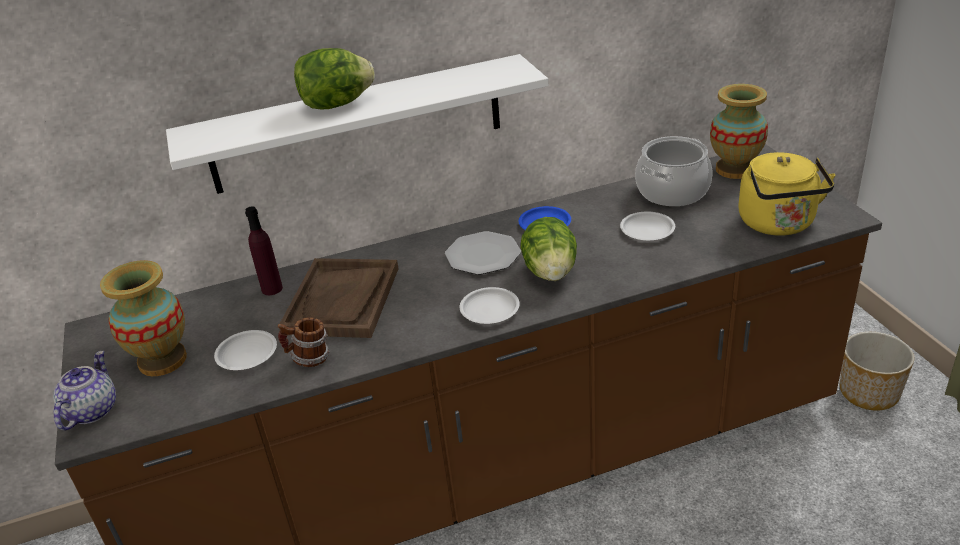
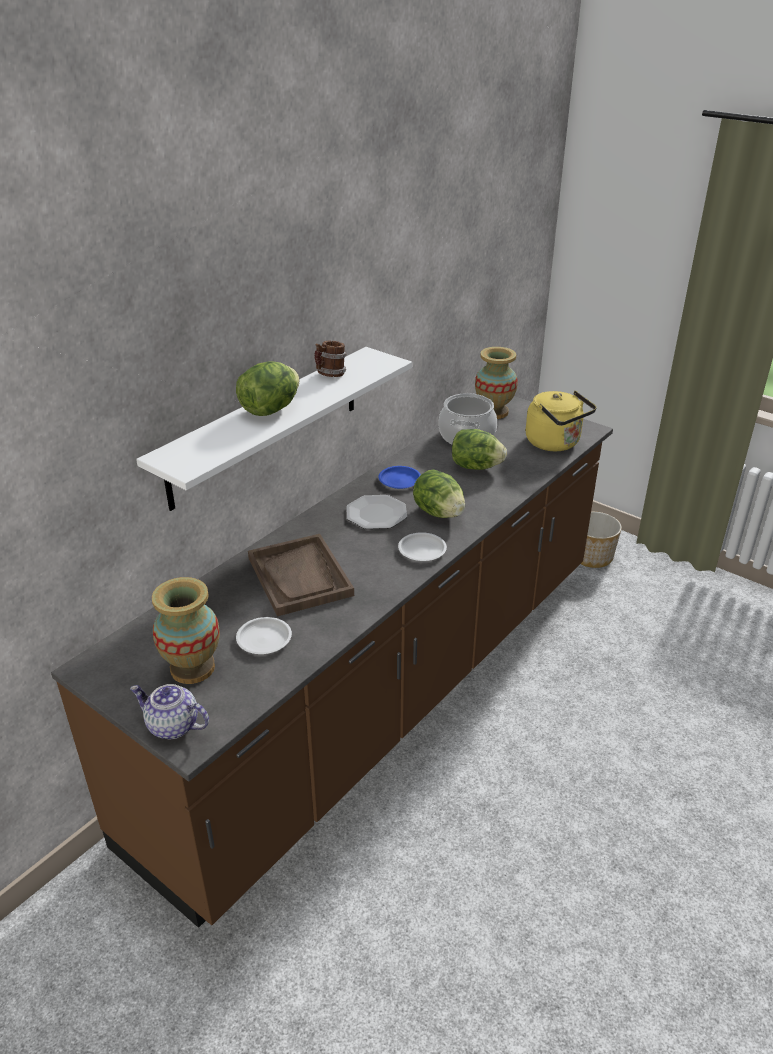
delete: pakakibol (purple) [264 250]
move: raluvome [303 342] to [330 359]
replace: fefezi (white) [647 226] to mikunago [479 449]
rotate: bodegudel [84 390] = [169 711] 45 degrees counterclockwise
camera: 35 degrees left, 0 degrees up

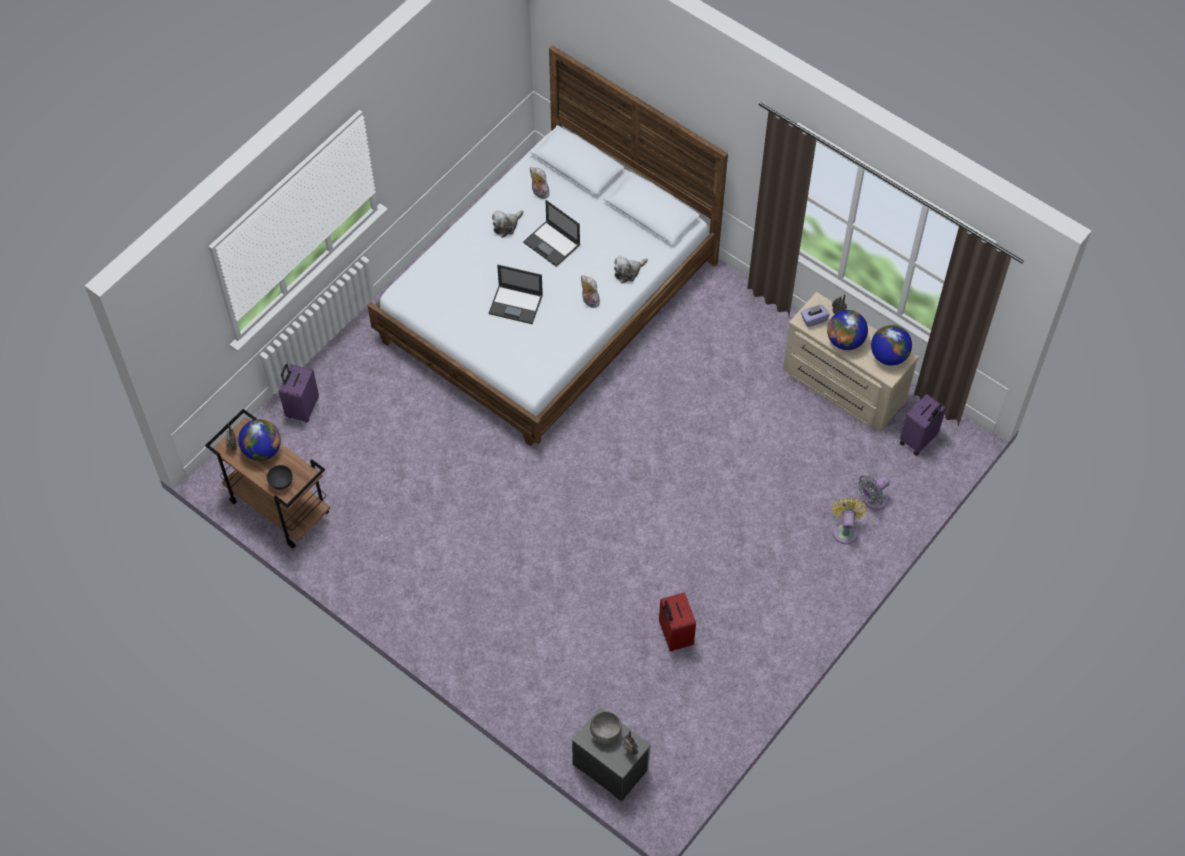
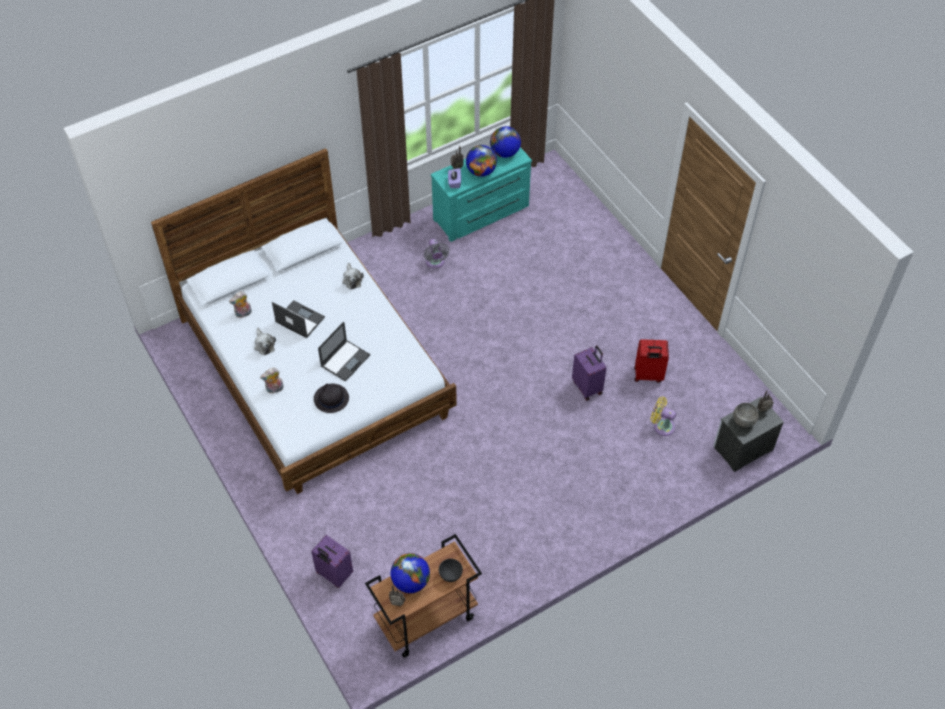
insert: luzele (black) [331 398]
move: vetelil [590 291] to [272 381]; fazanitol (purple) [923 425] to [589 373]; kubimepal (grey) [874 492] to [437 253]; kubimepal (yellow) [849 521] to [663 416]
recolor: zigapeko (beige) [851 362] to zigapeko (turquoise) [481 194]
rotate: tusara [551 233] = [298 319] 120 degrees counterclockwise
camera: 70 degrees left, 5 degrees down

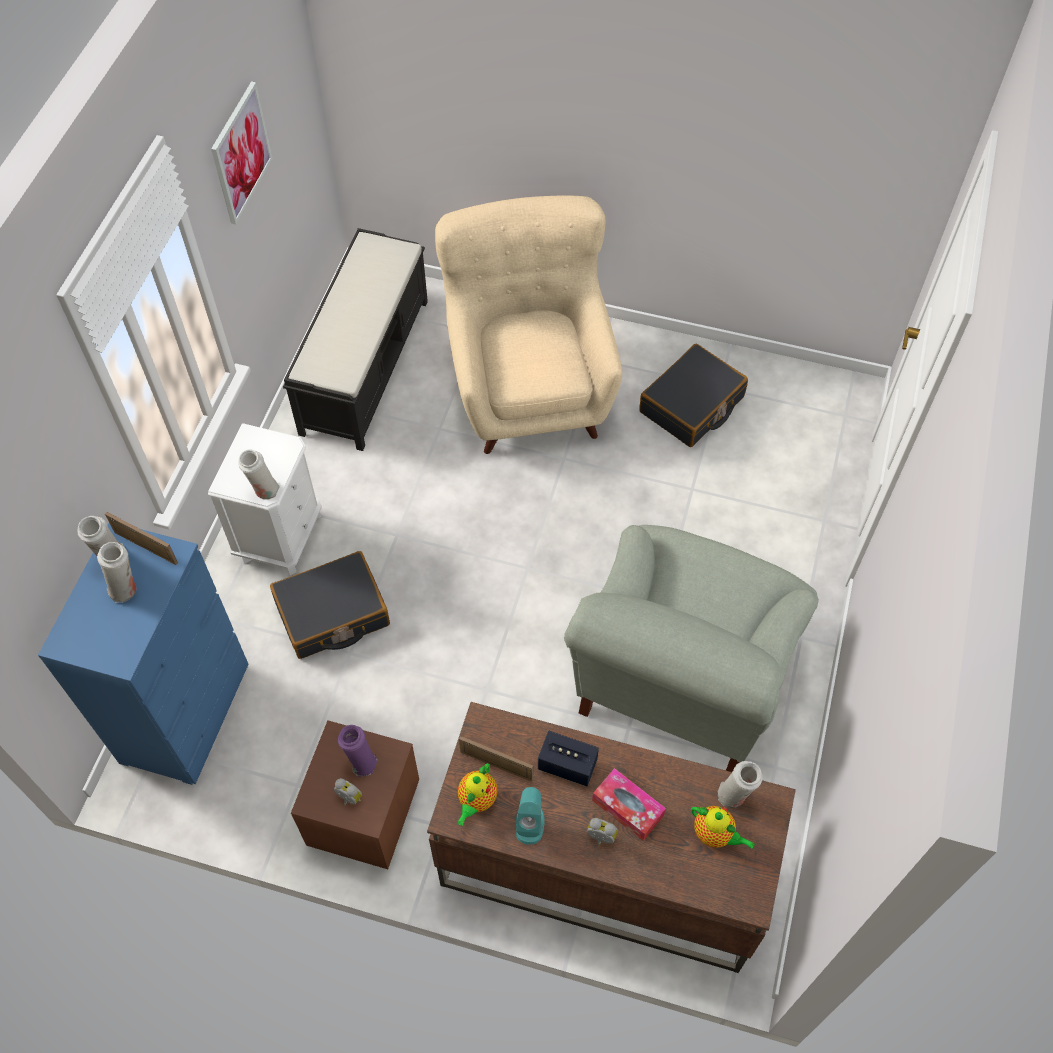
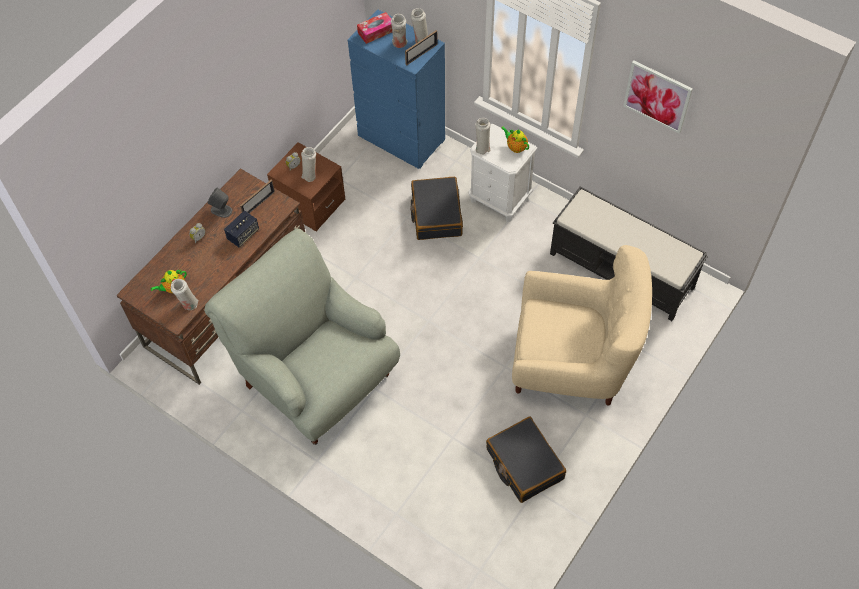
move: bodegudel [477 794] to [515 139]; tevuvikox [629 804] to [374 28]
recolor: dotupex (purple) [357 751] to dotupex (white) [308 164]; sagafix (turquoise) [530 816] to sagafix (grey) [219 202]
camera: 110 degrees right, 0 degrees up

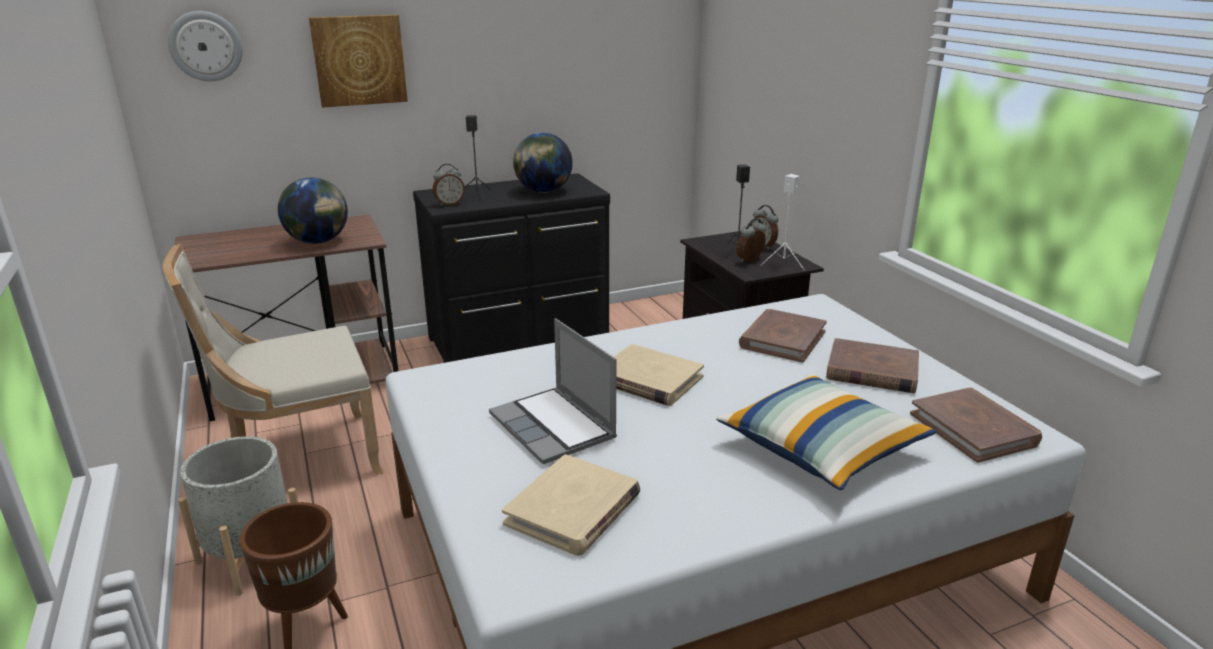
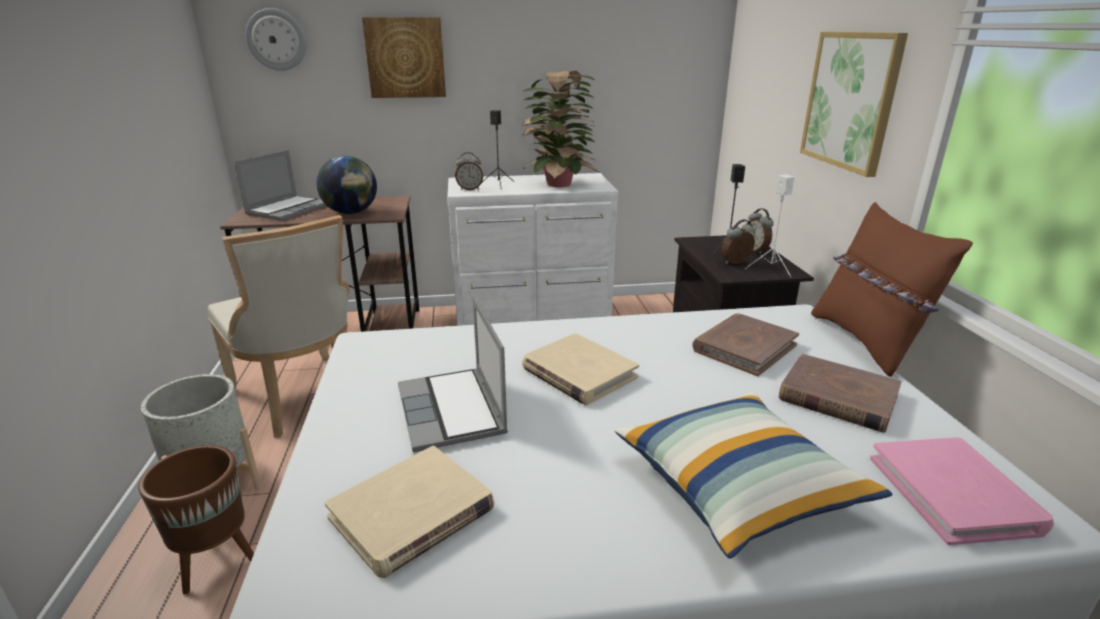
insert: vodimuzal [854 104]; tusara [280 185]; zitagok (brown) [892 289]
replace: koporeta [543 163] to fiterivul [560 129]
recolor: zigapeko (black) [511 268] to zigapeko (white) [532 249]; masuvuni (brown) [976 425] to masuvuni (pink) [962 491]
rotate: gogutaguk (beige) [273 359] = [279 326] 120 degrees counterclockwise
camera: 15 degrees right, 0 degrees up

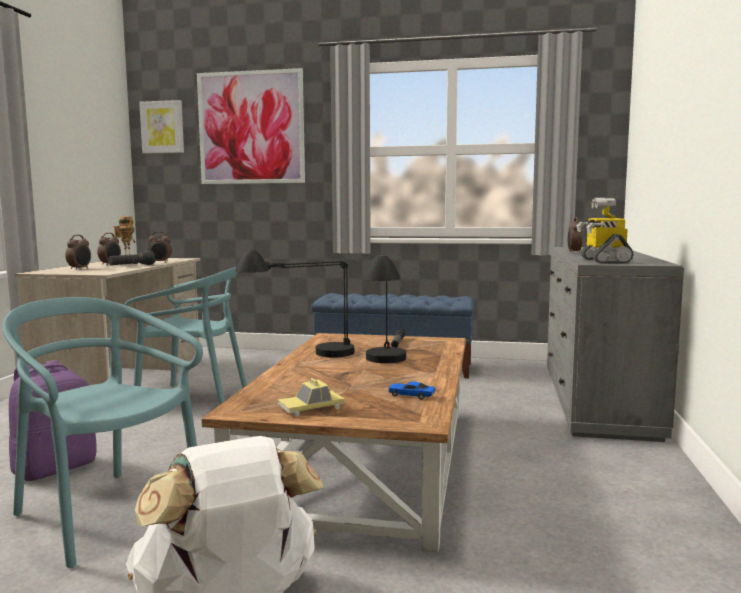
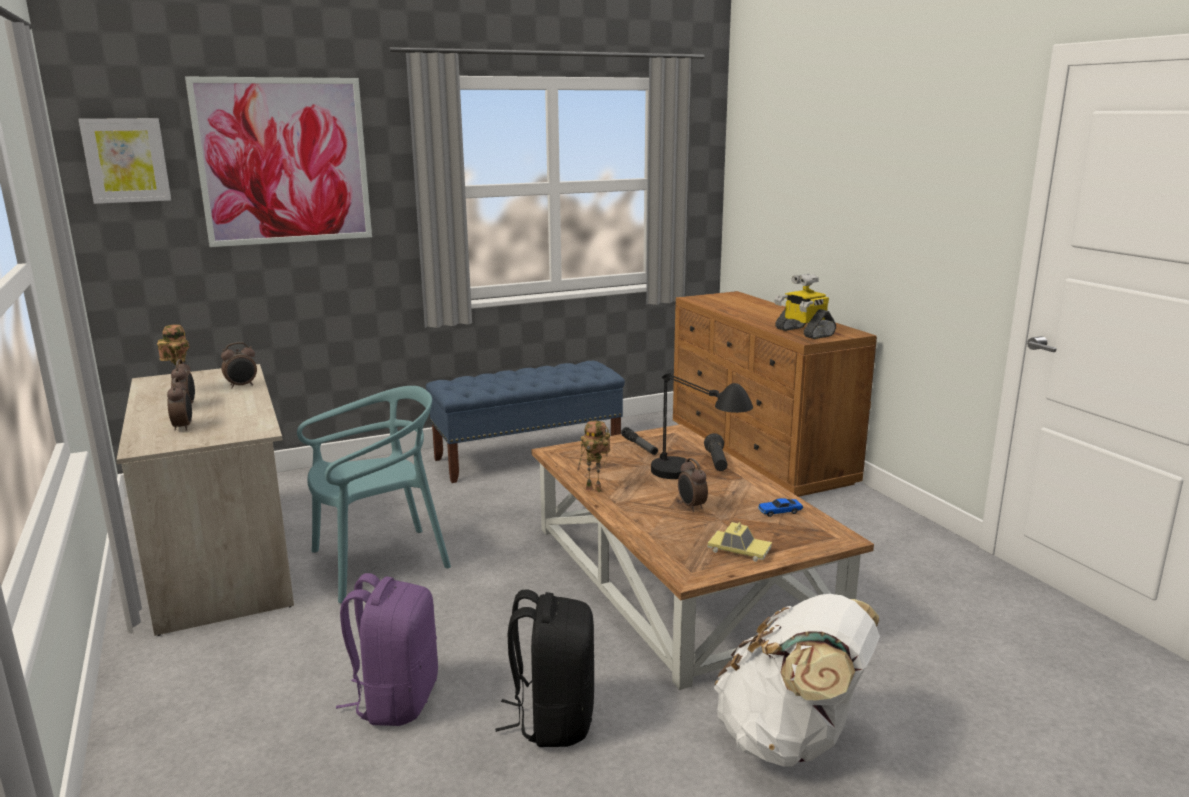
move: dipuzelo [575 235] to [693 485]; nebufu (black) [131 257] to [715 452]
replace: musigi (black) [294 303] to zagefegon [593 456]; gogutaguk (turquoise) [103 432] to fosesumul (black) [544 668]
recolor: zigapeko (grey) [615 344] to zigapeko (brown) [775 394]
rotate: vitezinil [311 397] = [739 542] 90 degrees counterclockwise
camera: 35 degrees left, 10 degrees up

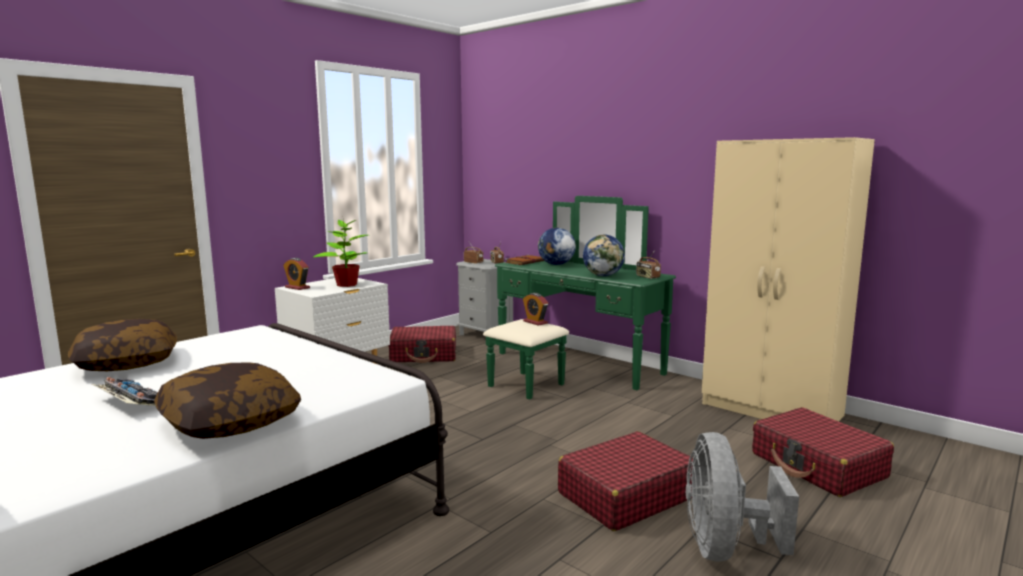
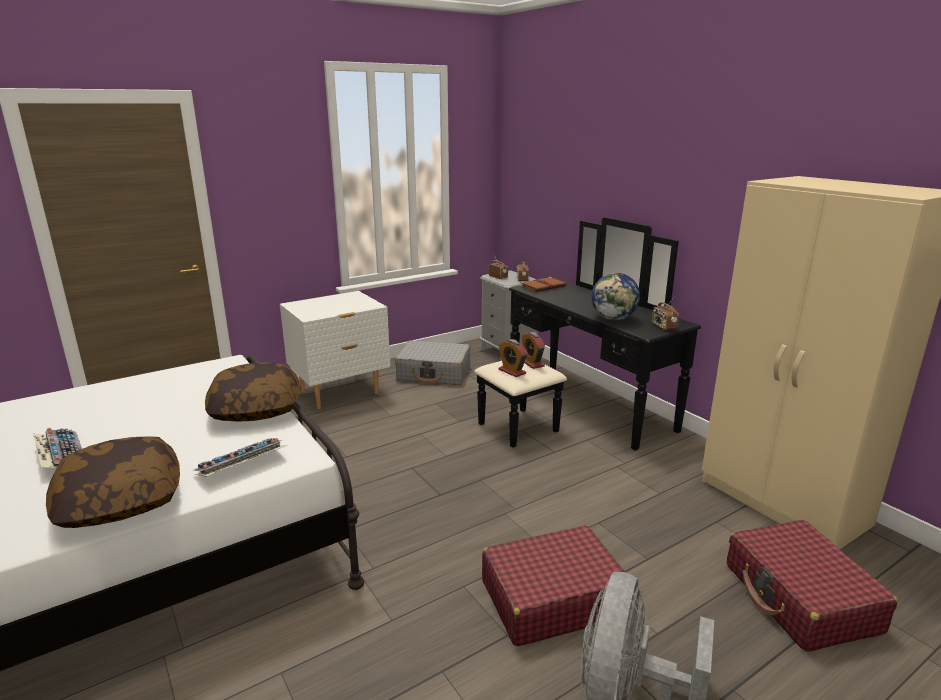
delete: fiterivul [340 252]; koporeta [557 246]
insert: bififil [241 457]
move: dipuzelo [296 274] to [513 358]; zitagok [122 345] to [252 392]
recolor: zigapeko (green) [579 298] to zigapeko (black) [587 334]; fazanitol (red) [422 344] to fazanitol (grey) [432 362]
camera: 15 degrees right, 10 degrees up

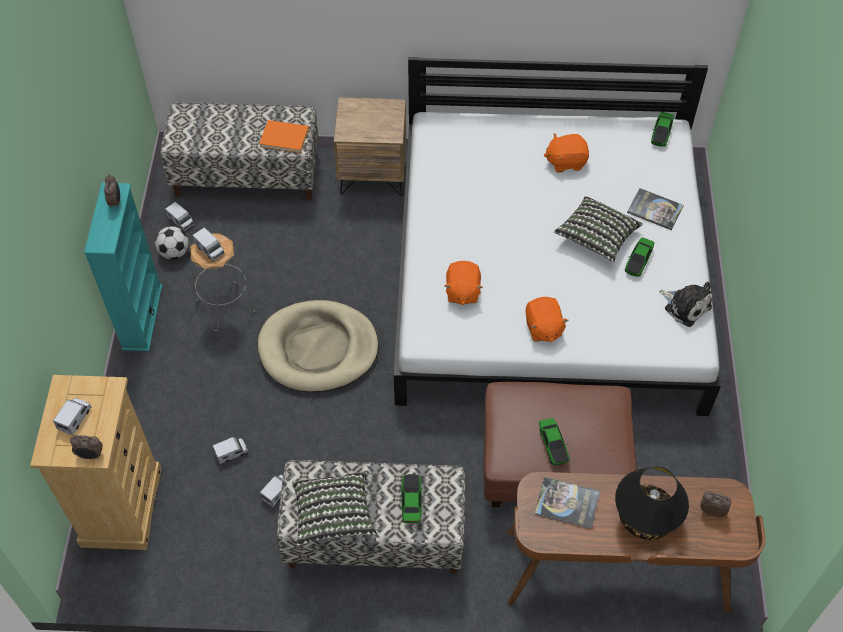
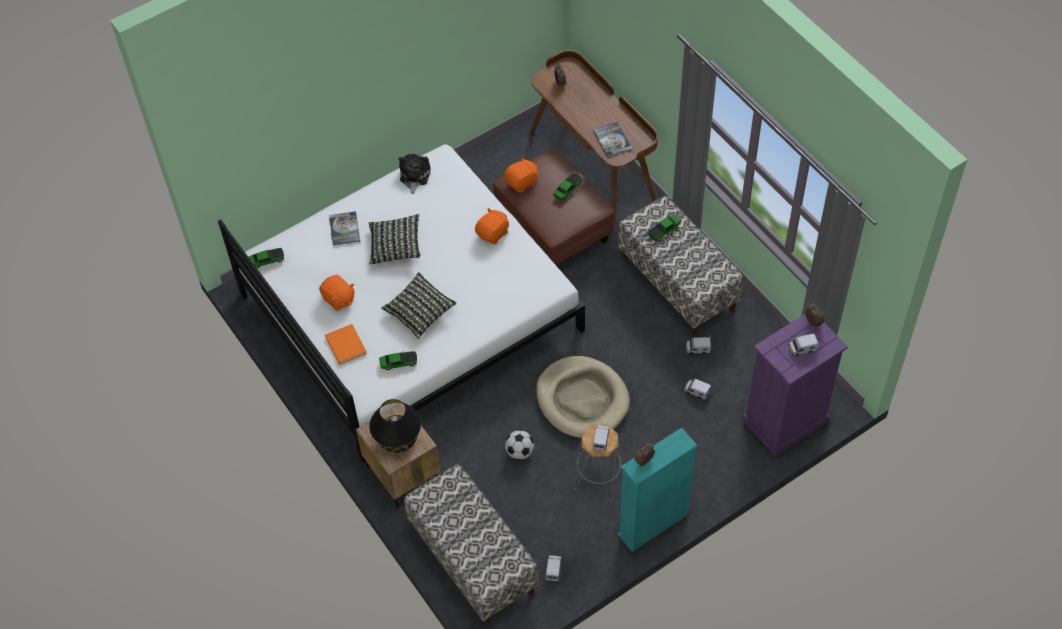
move: masuvuni (orange) [284 136] to [346 344]; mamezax [172 242] to [519 445]; vitezinil [639 257] to [398 360]; vetelil (orange) [463 283] to [521 174]; musigi (black) [652 503] to [395 426]; zitagok [334 508] to [419 305]
recolor: zigapeko (beige) [95 462] to zigapeko (purple) [795 385]
camera: 125 degrees left, 0 degrees up

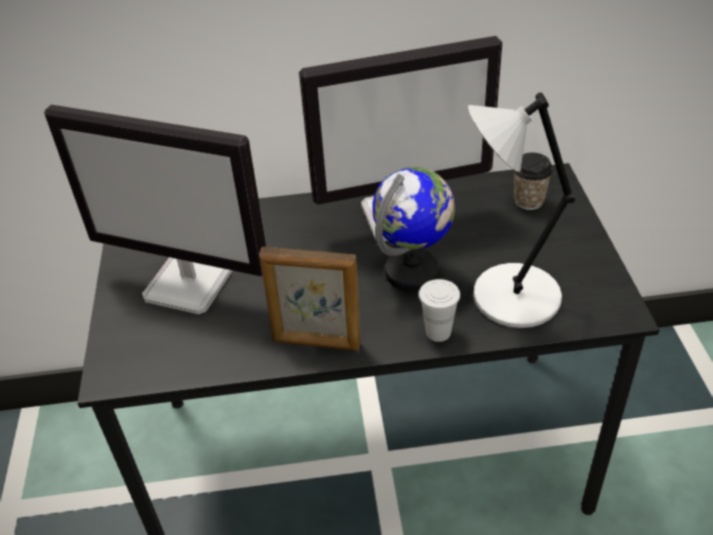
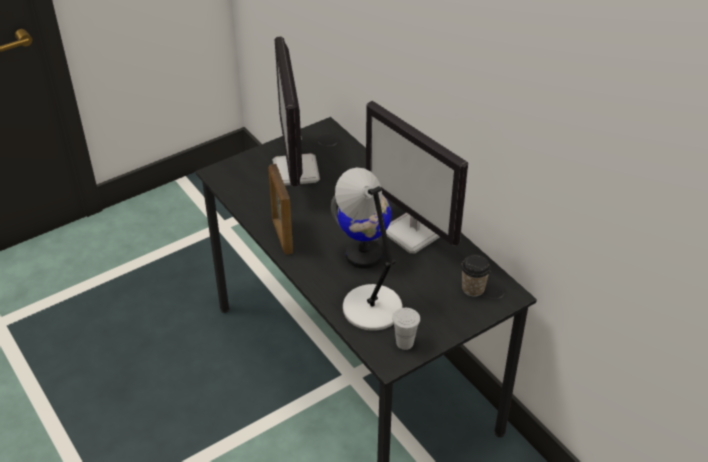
move: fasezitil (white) [439 310] to [406 329]
camera: 60 degrees right, 0 degrees up

